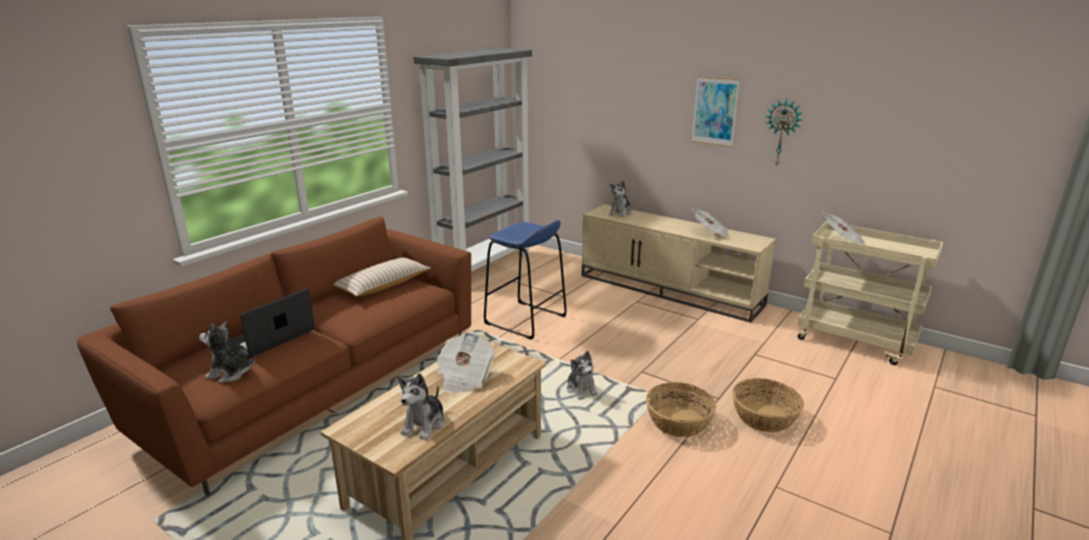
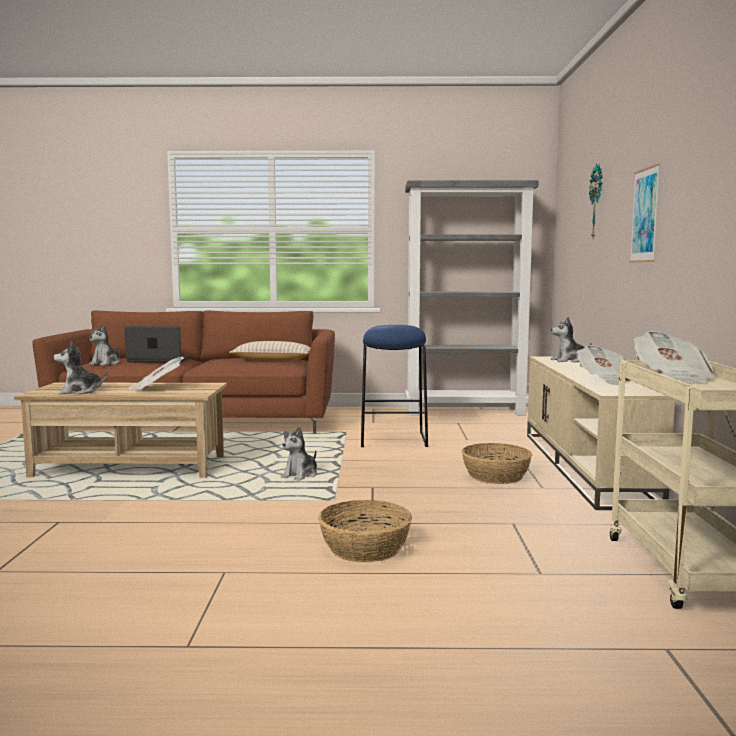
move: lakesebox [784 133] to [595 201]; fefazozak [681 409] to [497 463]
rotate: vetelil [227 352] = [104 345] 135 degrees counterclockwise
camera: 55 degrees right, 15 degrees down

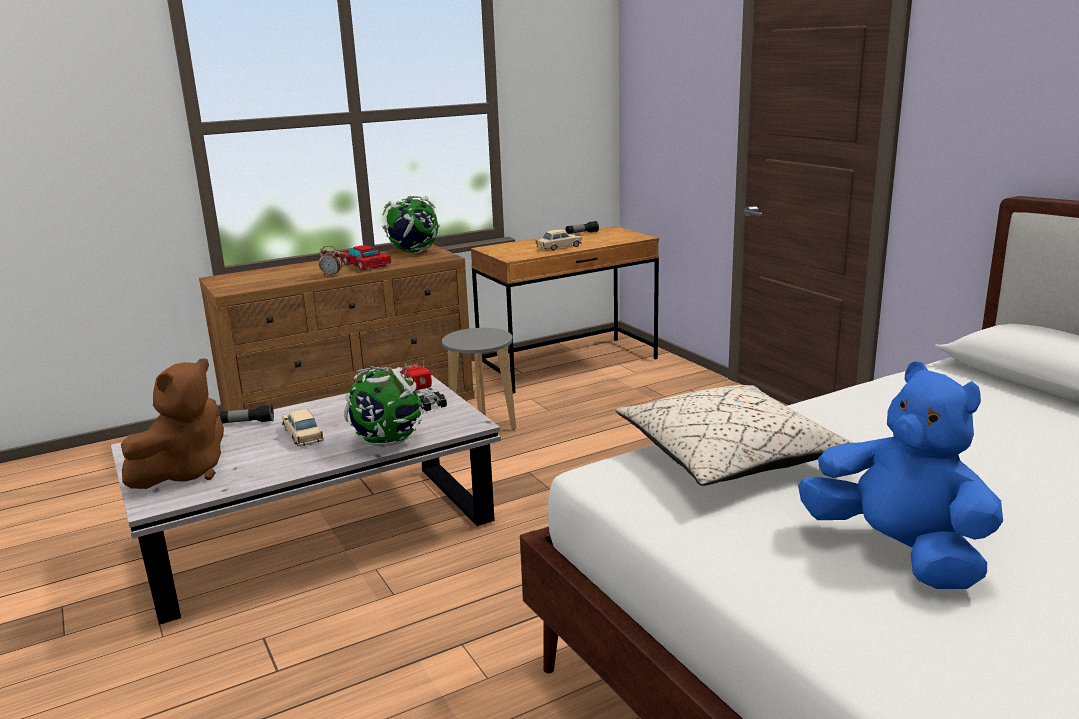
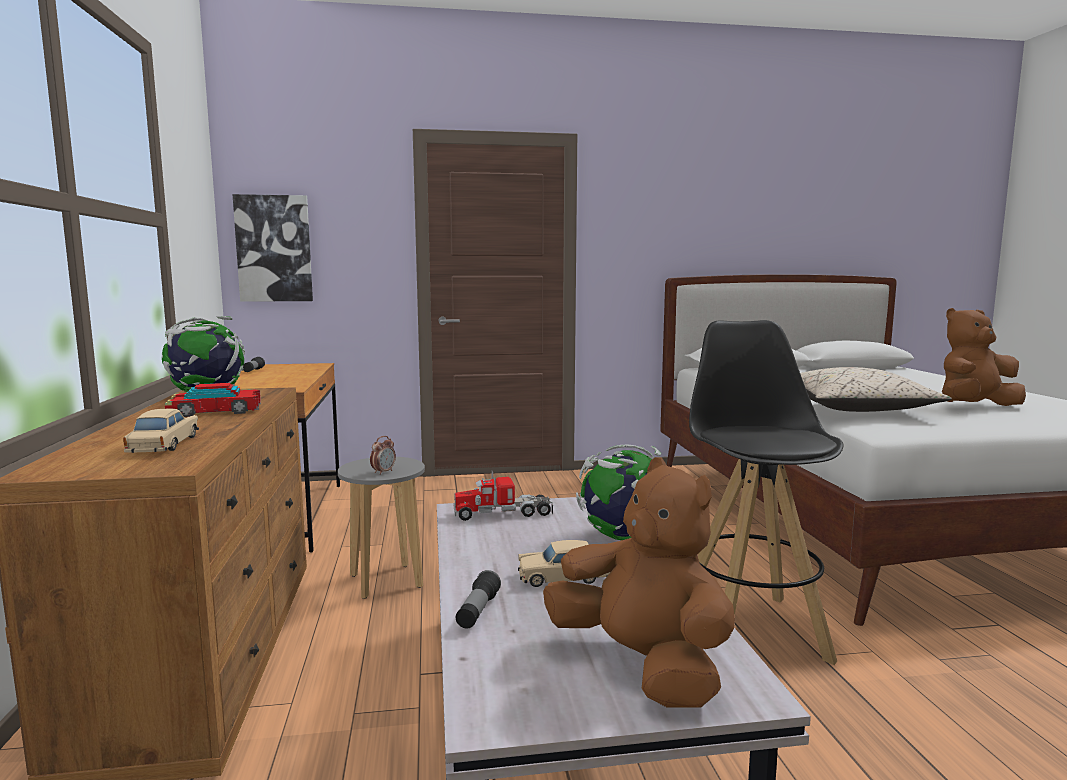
insert: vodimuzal [272 248]; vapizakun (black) [766 492]
move: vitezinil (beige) [558 240] to [161 431]; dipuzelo [330 261] to [383 455]
recolor: vetelil (blue) [900 475] to vetelil (brown) [984 357]
camera: 70 degrees left, 10 degrees down

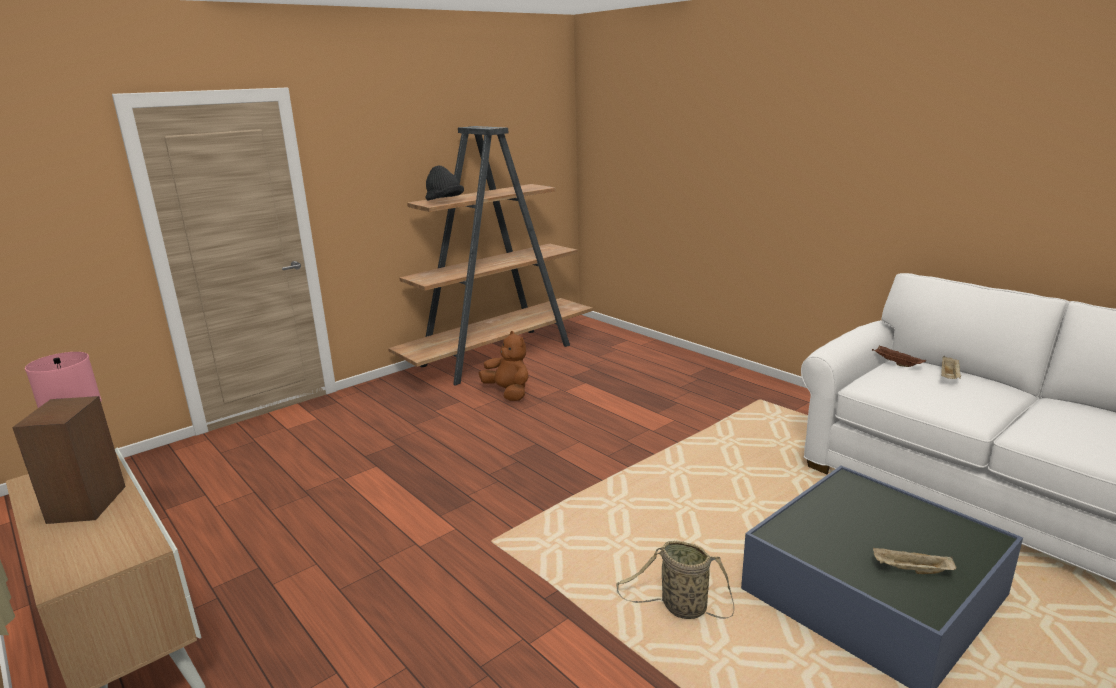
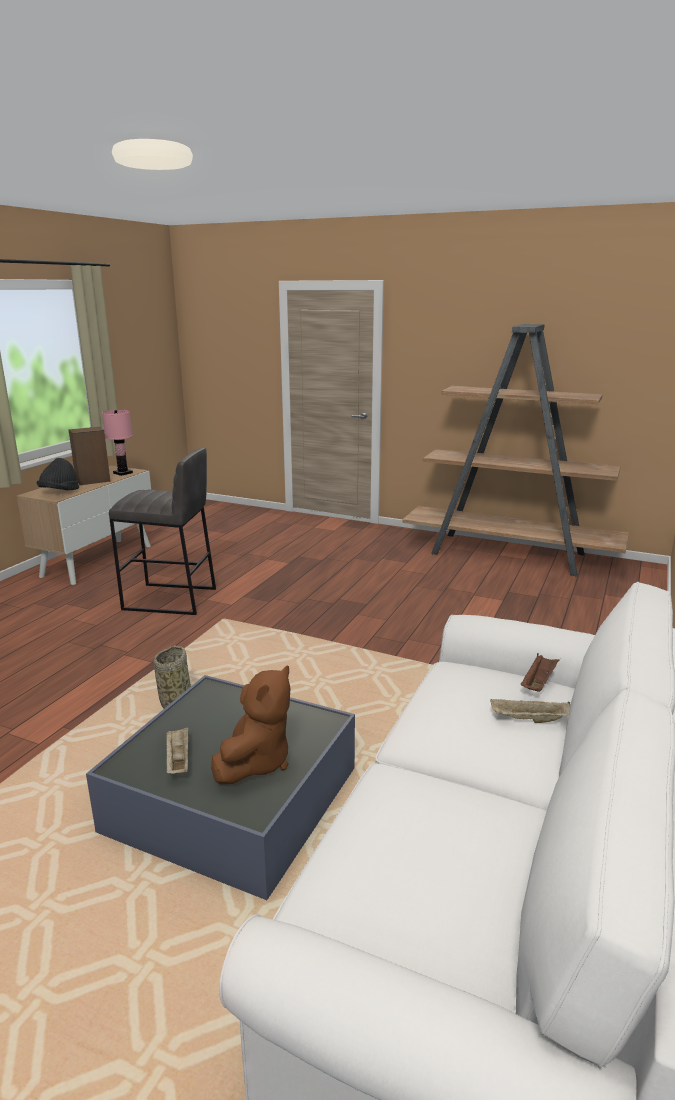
insert: vapizakun (grey) [162 531]
move: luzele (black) [444 182] to [58 474]; vetelil (brown) [504 366] to [250 725]
camera: 65 degrees right, 0 degrees up

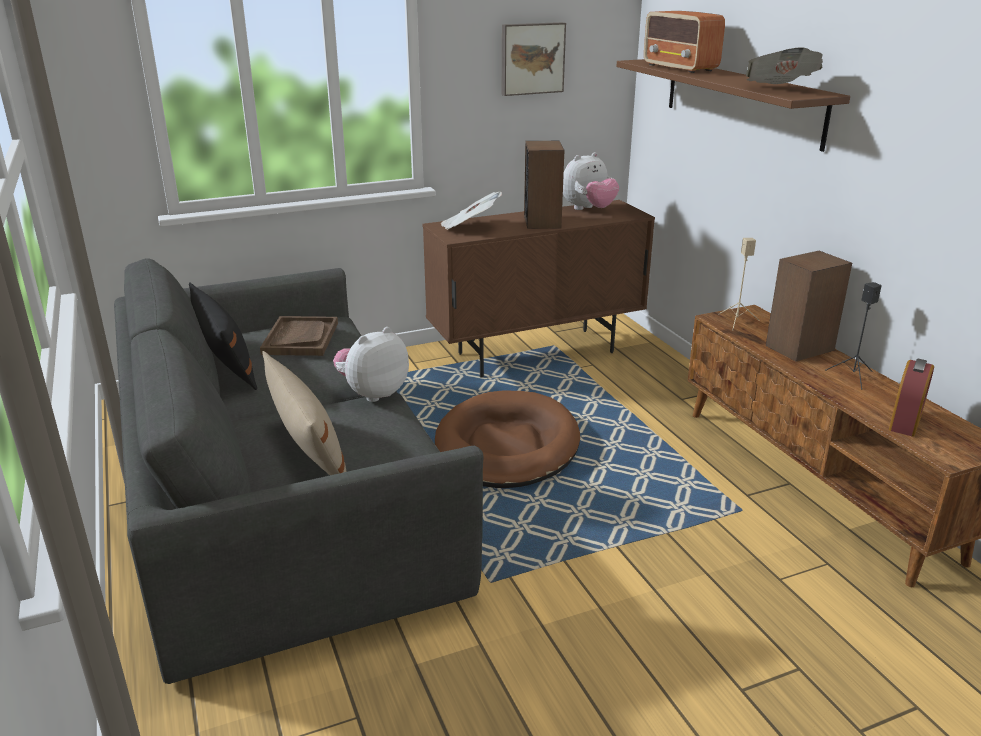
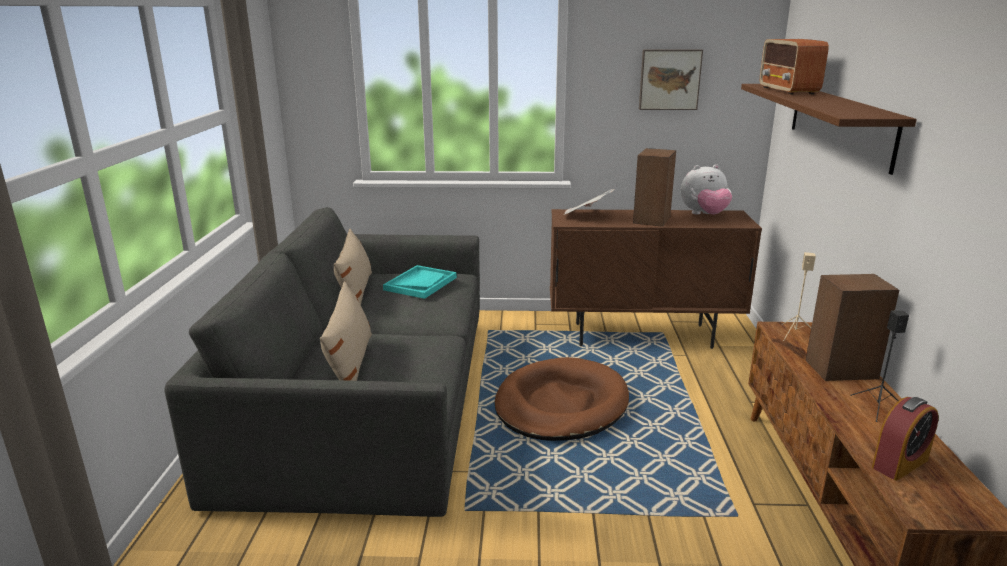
delete: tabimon [784 65]; vetelil [371 364]
recolor: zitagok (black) [223 336] to zitagok (beige) [353 267]; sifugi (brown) [299 336] to sifugi (turquoise) [420 282]
camera: 25 degrees right, 5 degrees down

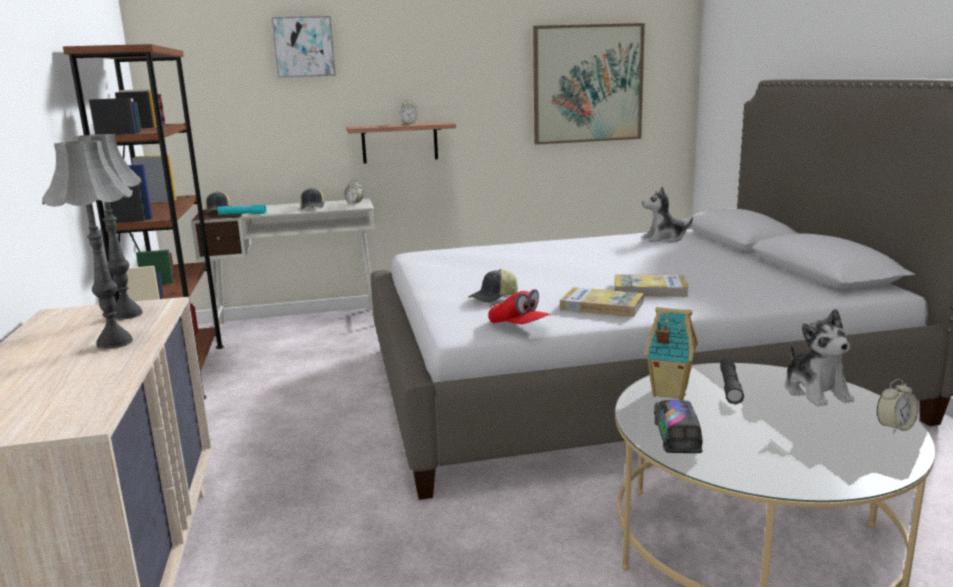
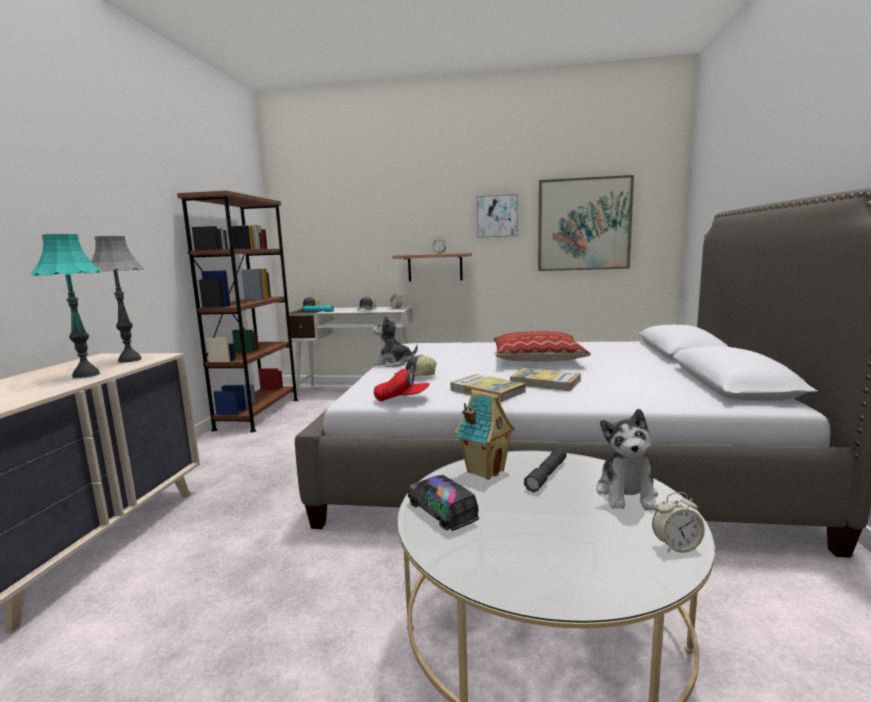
insert: zitagok [542 346]
move: vodimuzal [303 47] to [497 216]; vetelil [667 215] to [395 341]
recolor: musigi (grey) [87 244] to musigi (turquoise) [66 306]
rotate: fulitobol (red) [519 306] = [402 383] 60 degrees counterclockwise; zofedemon [678 426] = [443 503] 60 degrees counterclockwise
camera: 20 degrees right, 5 degrees down

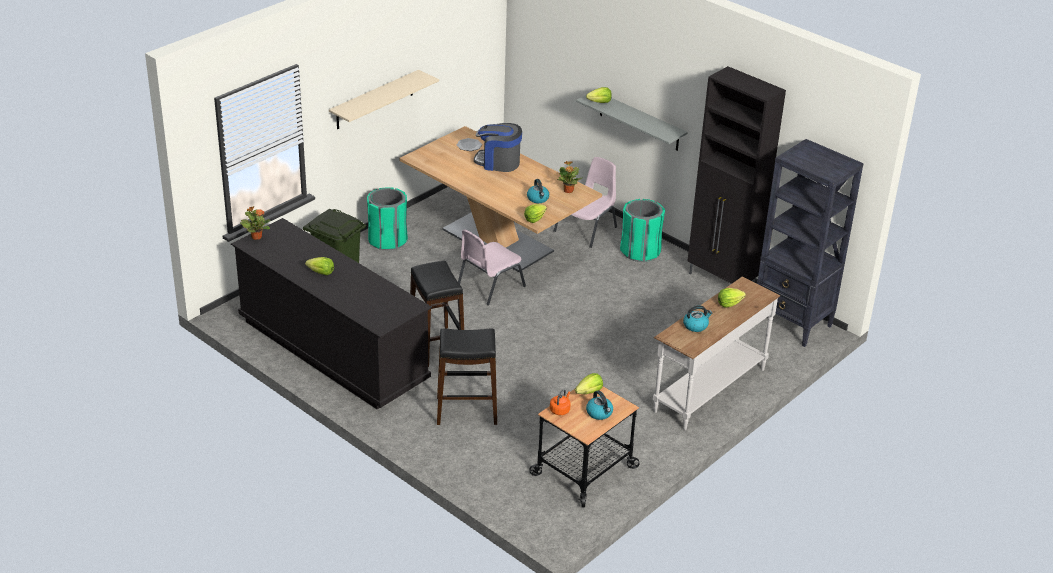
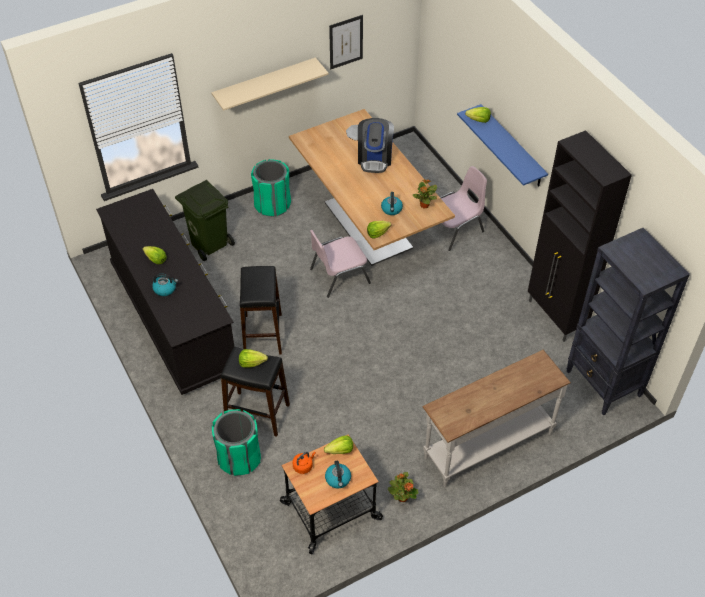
insert: vodimuzal [346 42]
move: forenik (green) [642 230] to [236 442]; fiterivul [255 223] to [403 487]; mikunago [732 298] to [253 358]; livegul [698 318] to [165 285]
recolor: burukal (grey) [632 123] to burukal (blue) [502 145]
rotate: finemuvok [498 147] = [376 145] 120 degrees counterclockwise
camera: 20 degrees right, 15 degrees up

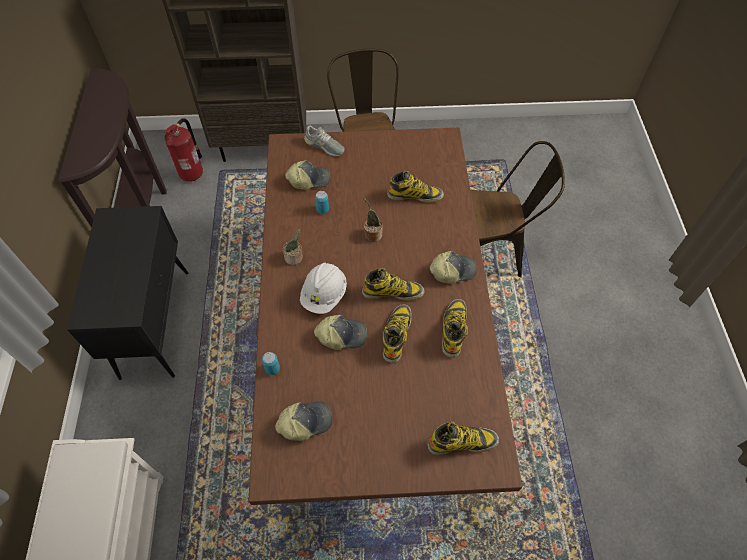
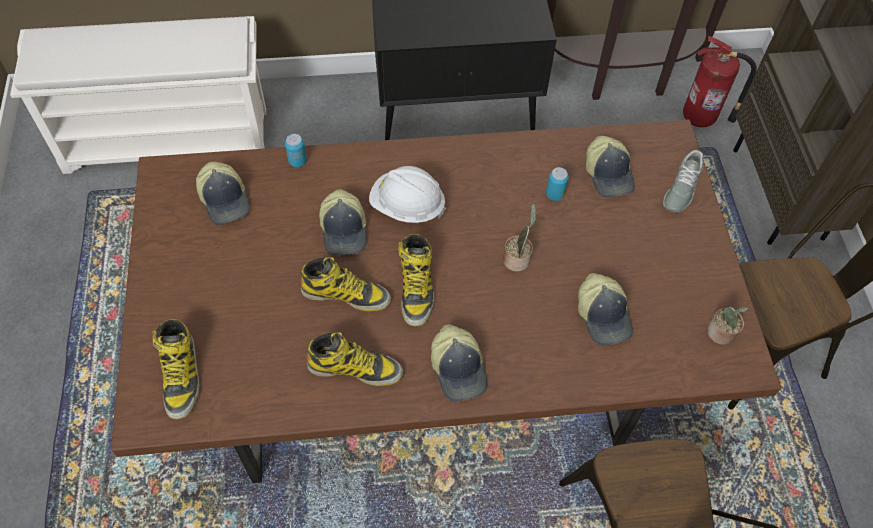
move: fiterivul [293 247] to [727 326]
replace: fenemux [415 187] to fulitobol [605 309]
camera: 85 degrees right, 0 degrees up

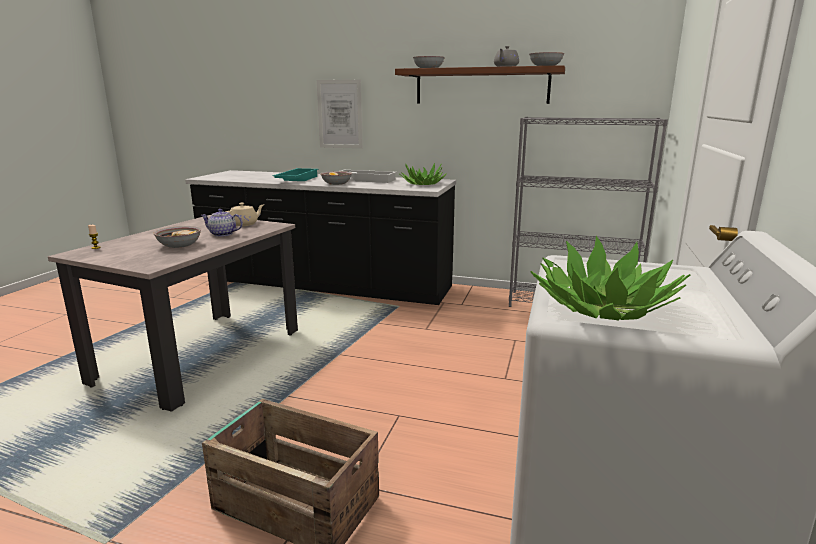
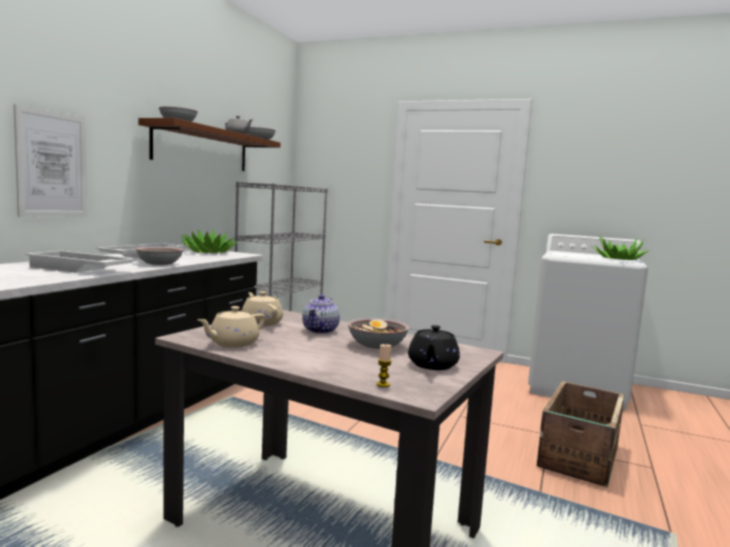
insert: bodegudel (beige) [231 327]; bodegudel (black) [434 347]
recolor: sifugi (turquoise) [295 174] to sifugi (white) [81 262]
camera: 85 degrees left, 10 degrees down

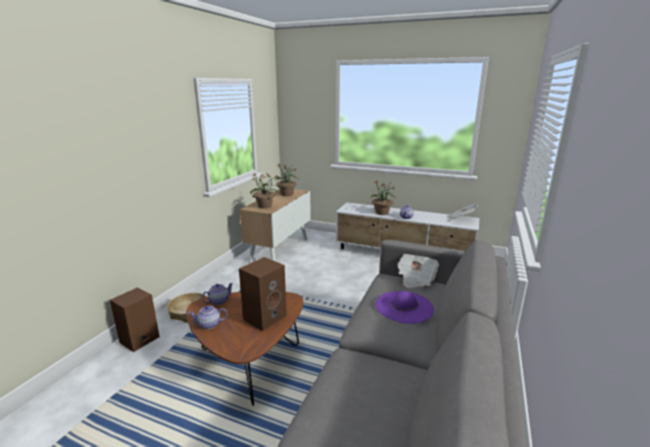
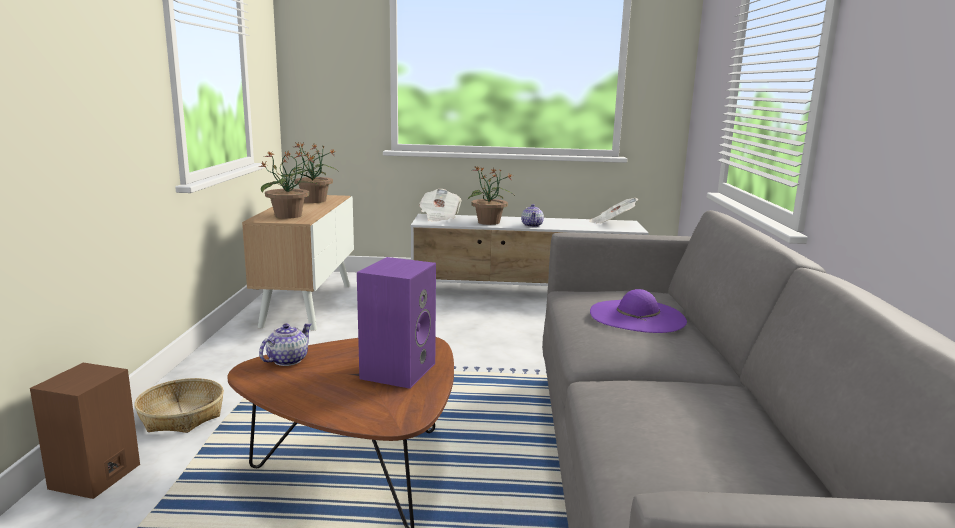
delete: bodegudel [208 317]
move: tabimon [418 271] to [440 205]
recolor: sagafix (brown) [263 294] to sagafix (purple) [396 323]
camera: 20 degrees left, 5 degrees down

